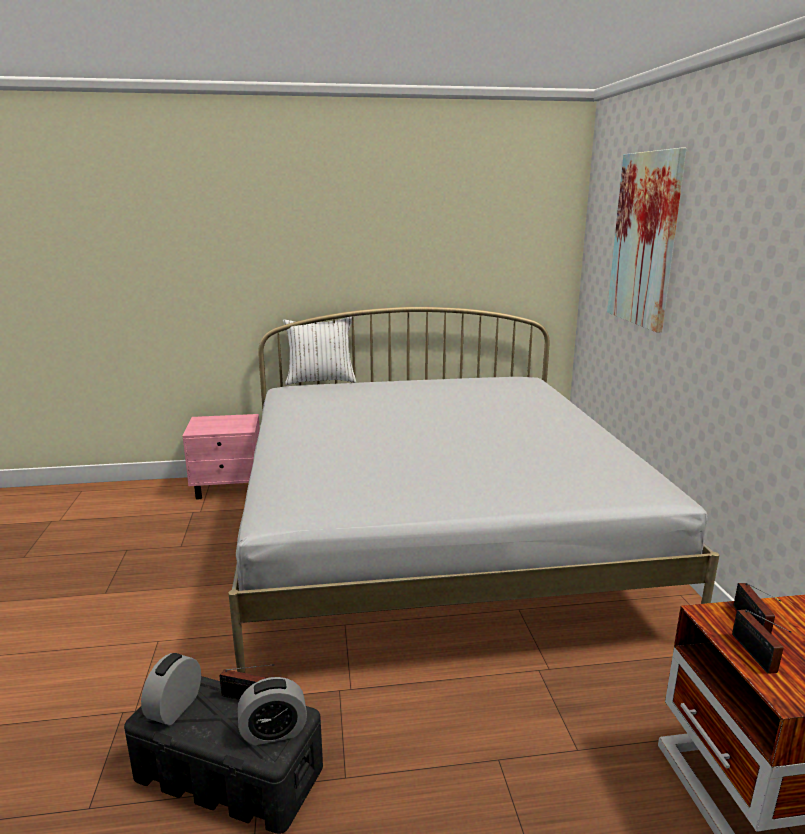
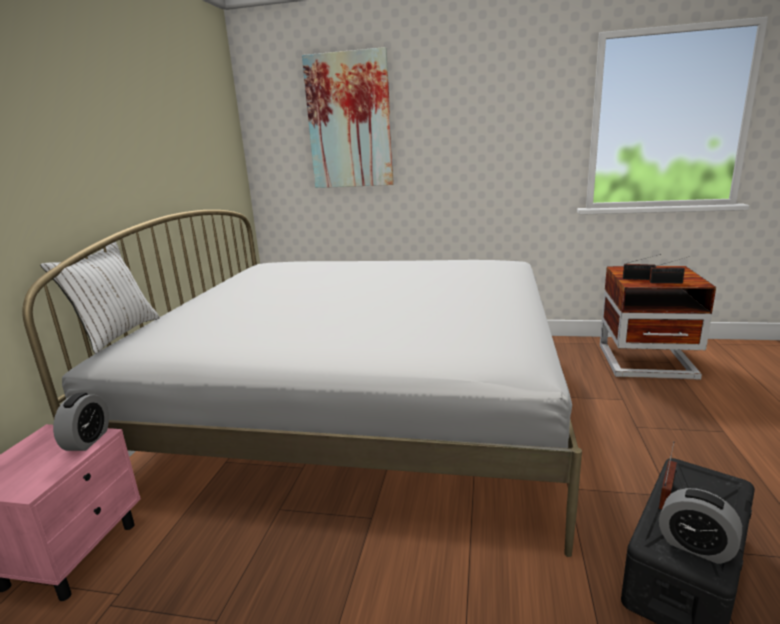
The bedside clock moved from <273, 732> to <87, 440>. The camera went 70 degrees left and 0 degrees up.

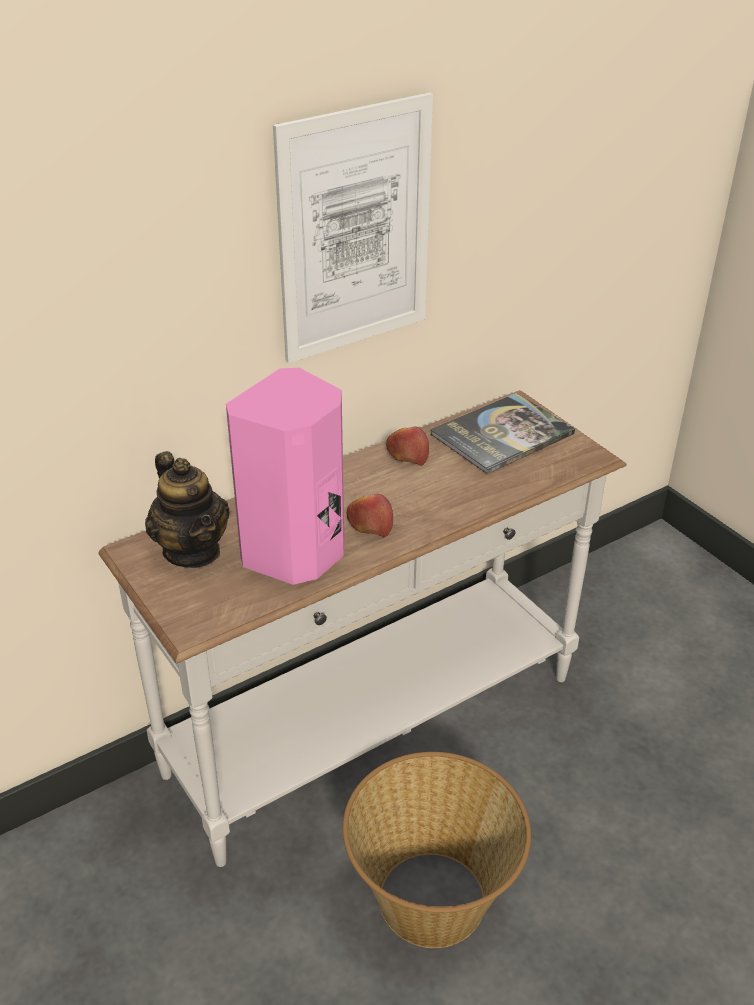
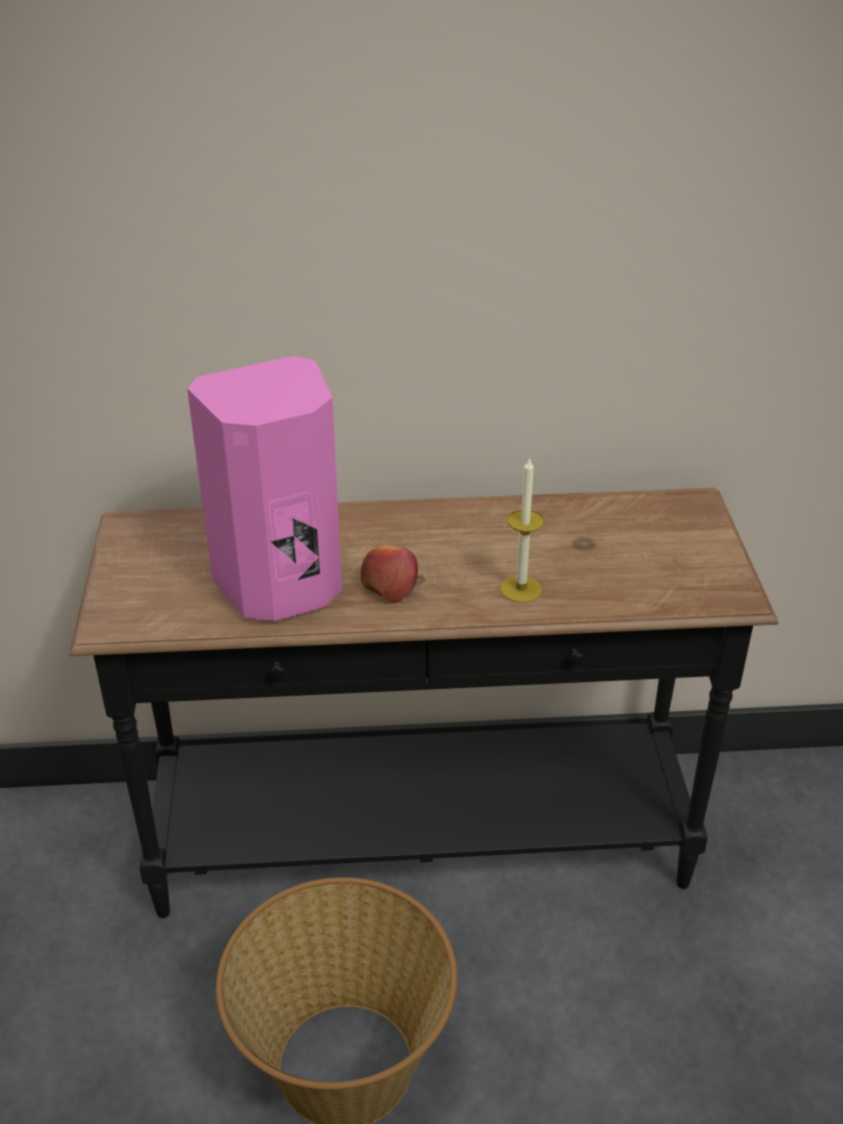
The white narrow table at <375, 728> became the blackish narrow table at <421, 845>. The teapot at <192, 550> disappeared. The picture at <355, 231> disappeared. The apple at <407, 455> disappeared. The book at <502, 434> disappeared. The wax candle at <521, 589> appeared. The camera went 30 degrees right and 0 degrees up.

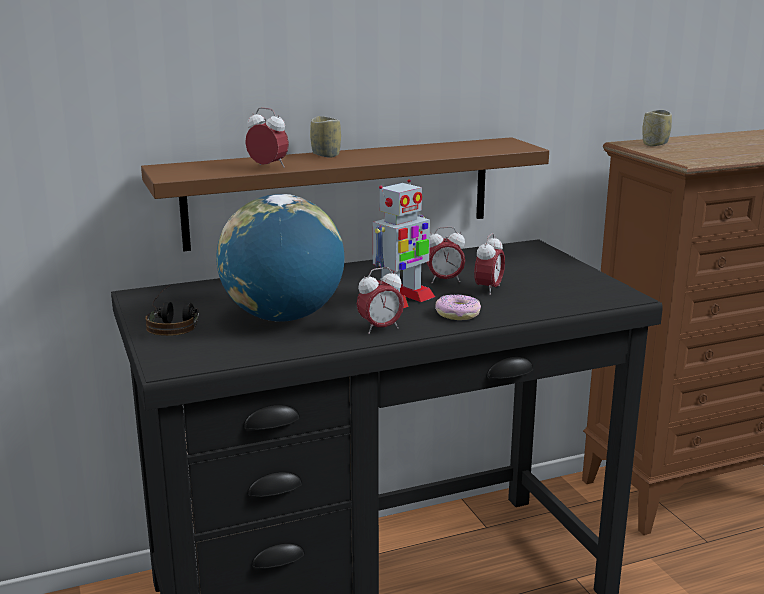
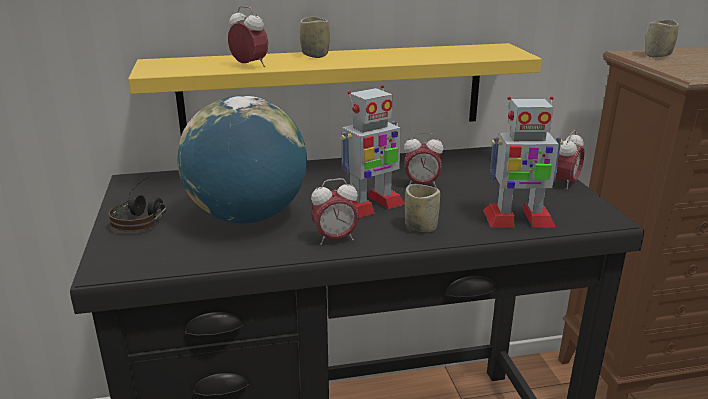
The brown-coloured wall shelf at <341, 192> became the yellowish wall shelf at <334, 91>. The ring doughnut at <458, 314> was replaced by the drinking cup at <420, 227>. The bedside clock moved from <488, 289> to <565, 183>. The model robot at <517, 218> appeared. The camera went 10 degrees right and 5 degrees up.

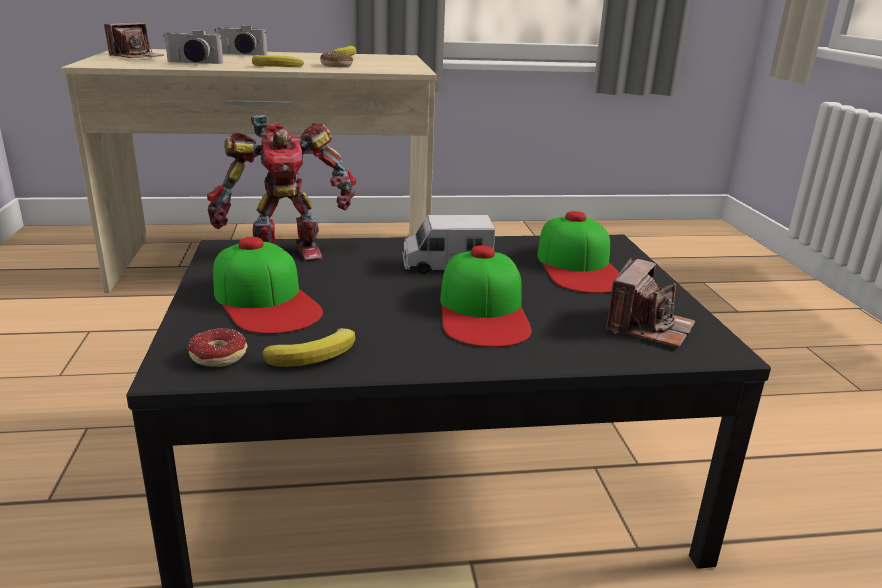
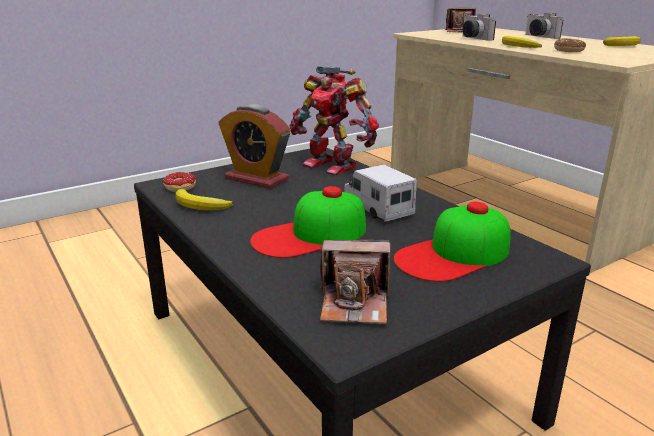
The baseball cap at <266, 301> was replaced by the bedside clock at <256, 179>. The camera went 65 degrees right and 0 degrees up.

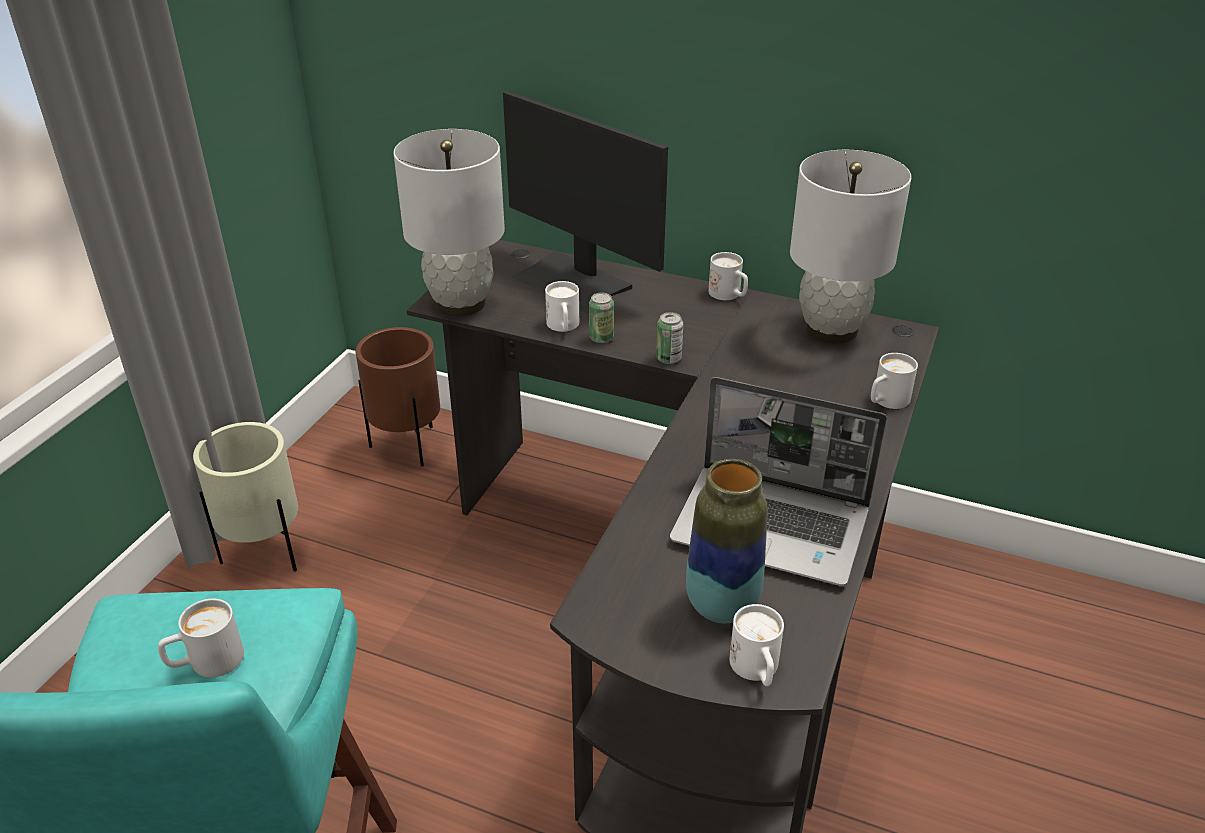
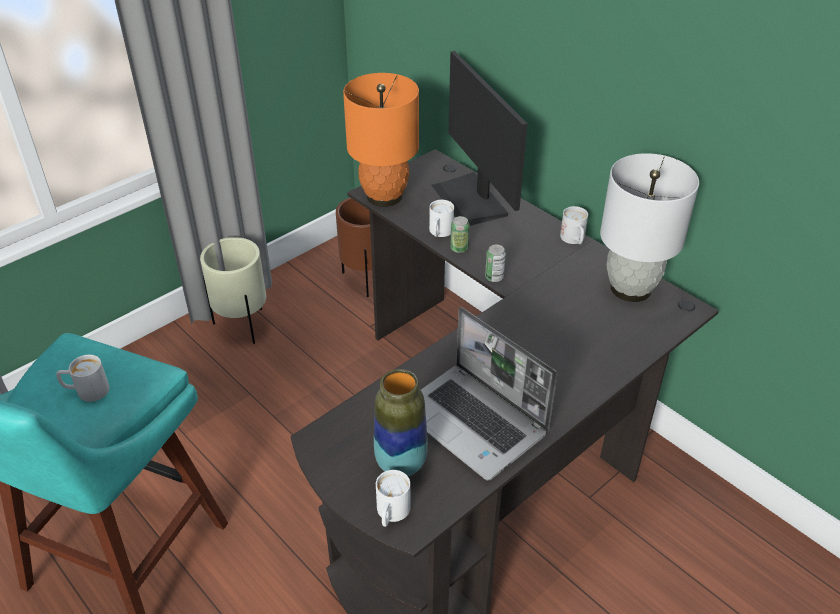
The white lamp for a table at <460, 303> became the orange lamp for a table at <384, 196>. The white mug at <886, 401> disappeared. The camera went 25 degrees right and 5 degrees up.

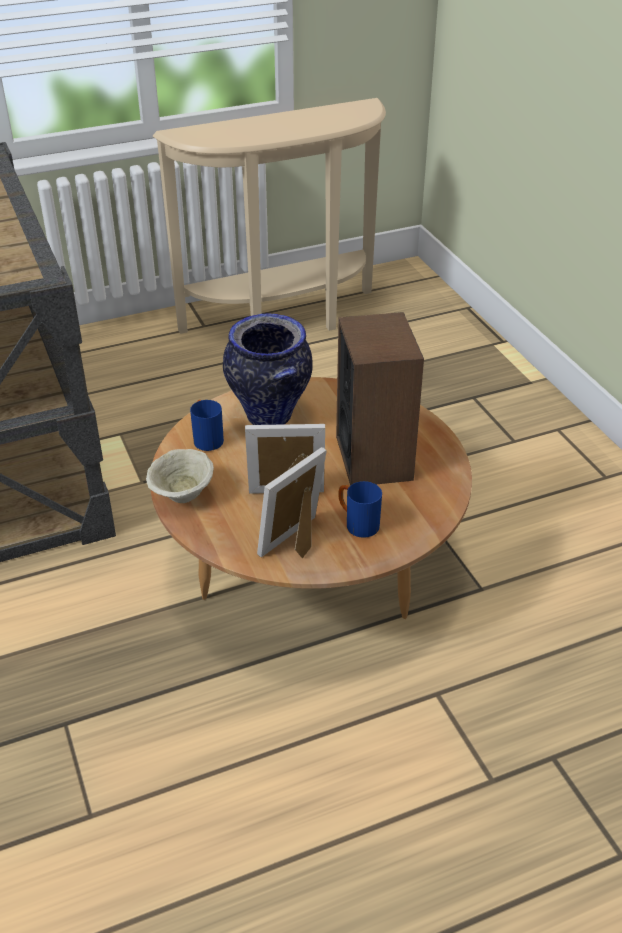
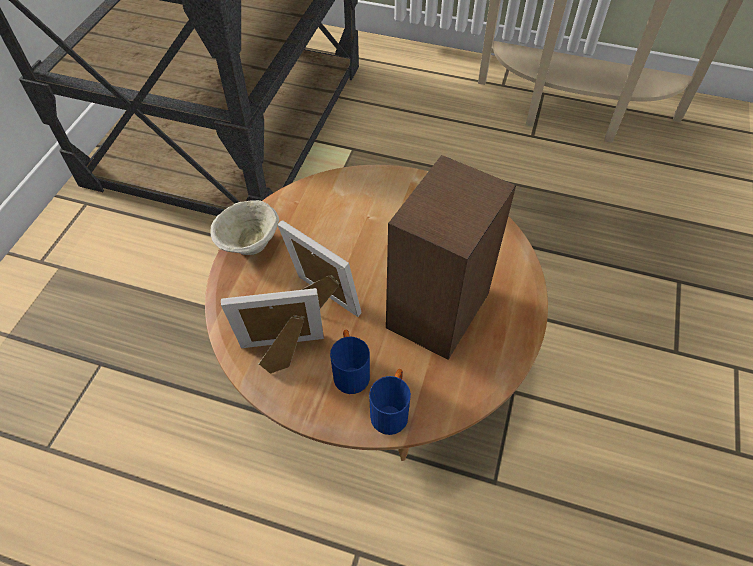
The blue-coloured mug moved from <206, 438> to <391, 410>. The flower vase at <270, 417> disappeared. The camera went 40 degrees right and 15 degrees up.

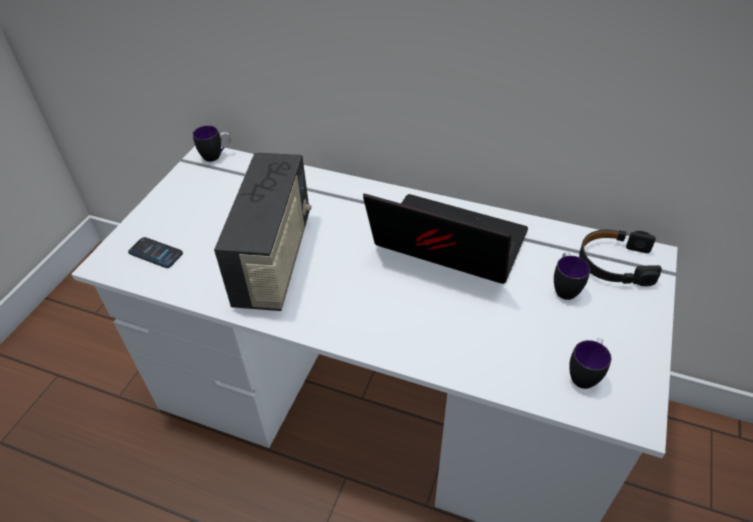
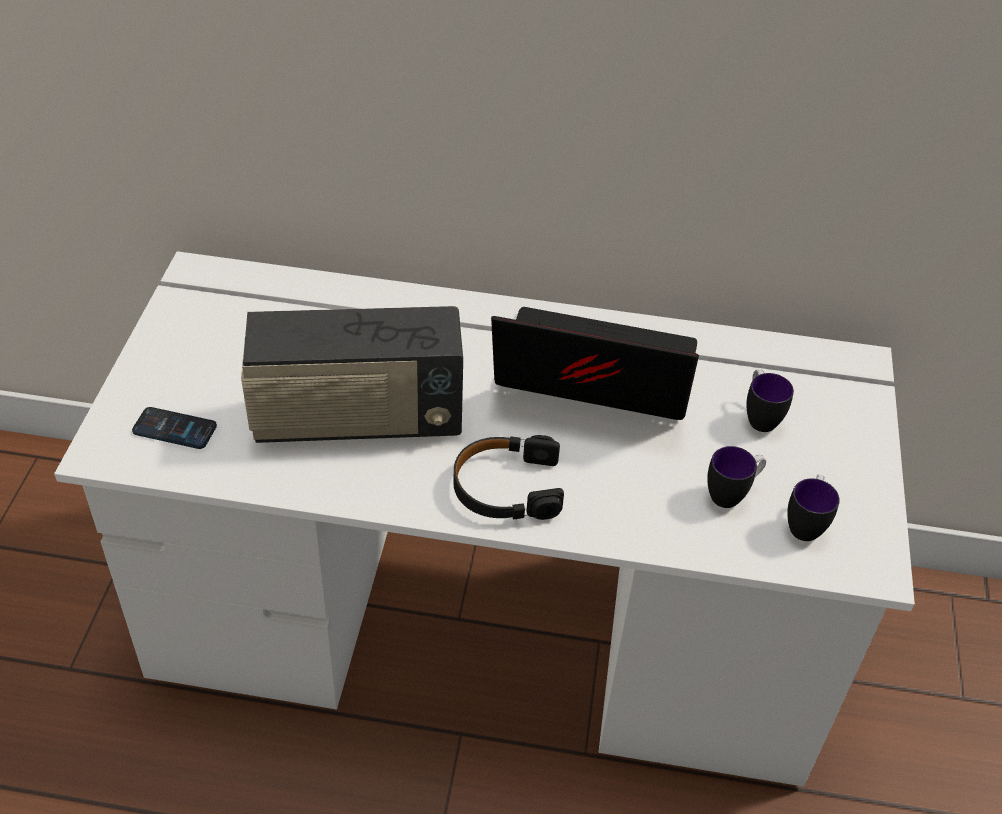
The mug moved from <216, 156> to <732, 494>. The radio set at <275, 260> turned 90 degrees clockwise. The blackish headphones moved from <615, 263> to <506, 487>. The camera went 15 degrees left and 0 degrees up.

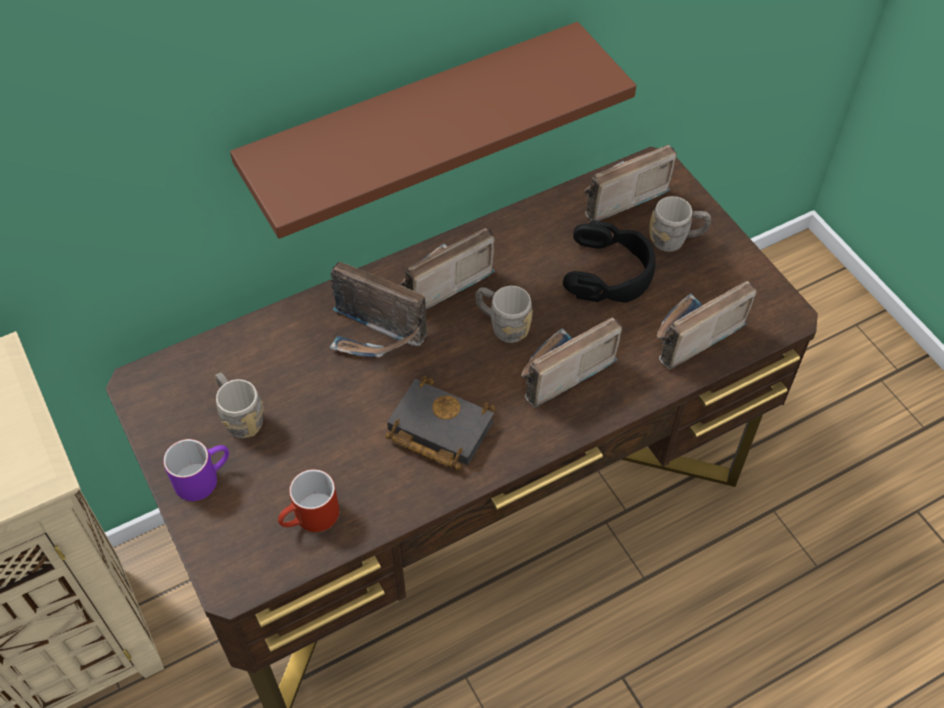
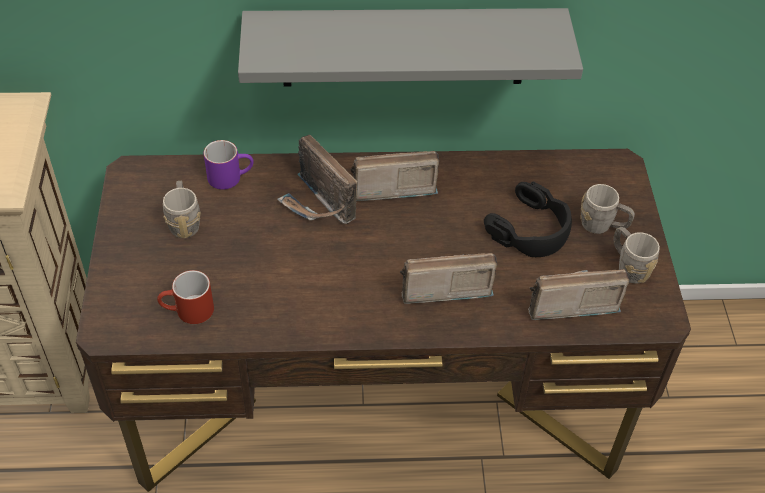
The purple-coloured mug moved from <203, 477> to <231, 176>. The brown-coloured wall shelf at <414, 125> became the greyish wall shelf at <404, 47>. The blackish book at <436, 429> disappeared. The greyish mug moved from <502, 326> to <628, 267>. The radio set at <617, 196> disappeared. The camera went 25 degrees right and 5 degrees down.

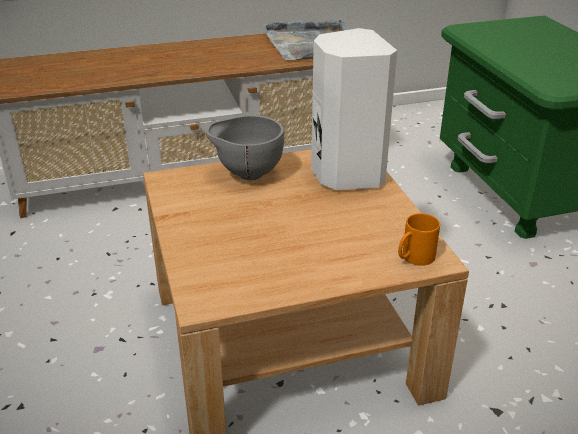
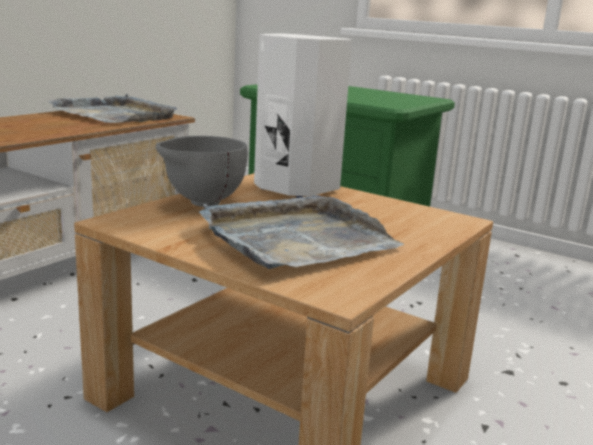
The orange mug at <414, 258> disappeared. The greyish tray at <297, 238> appeared. The camera went 40 degrees left and 15 degrees down.

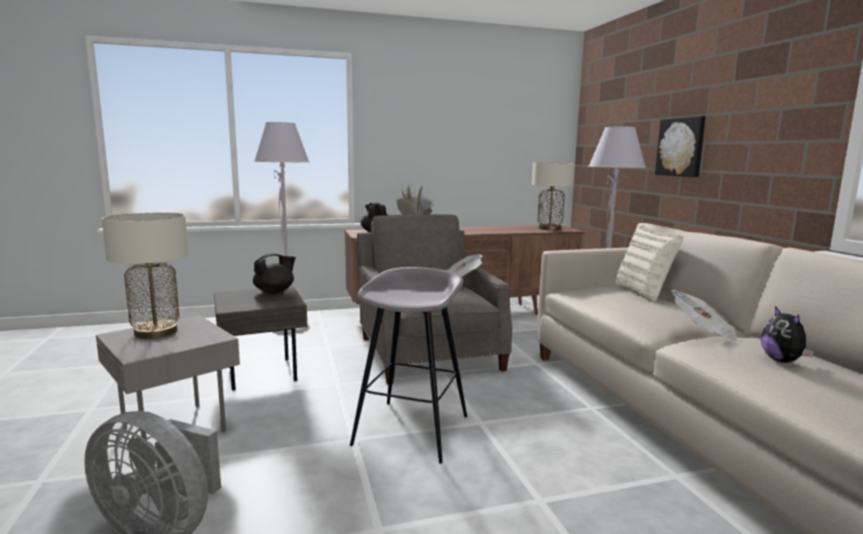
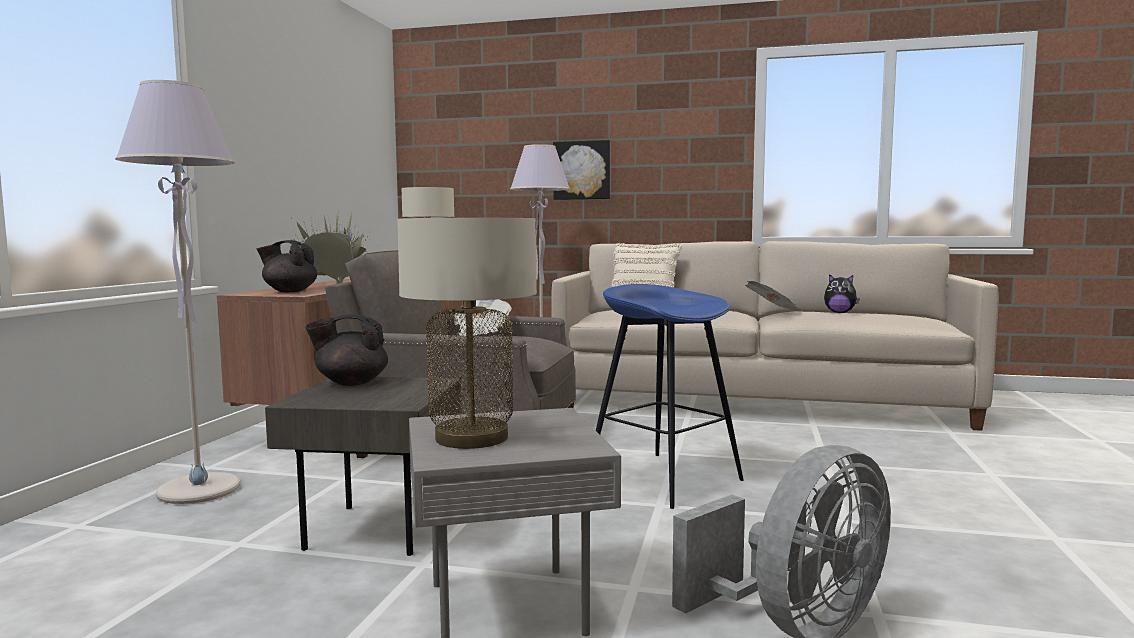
The blackish teapot at <275, 291> turned 90 degrees counterclockwise. The greyish stool seat at <412, 430> became the blue-coloured stool seat at <664, 478>. The camera went 60 degrees left and 5 degrees down.

